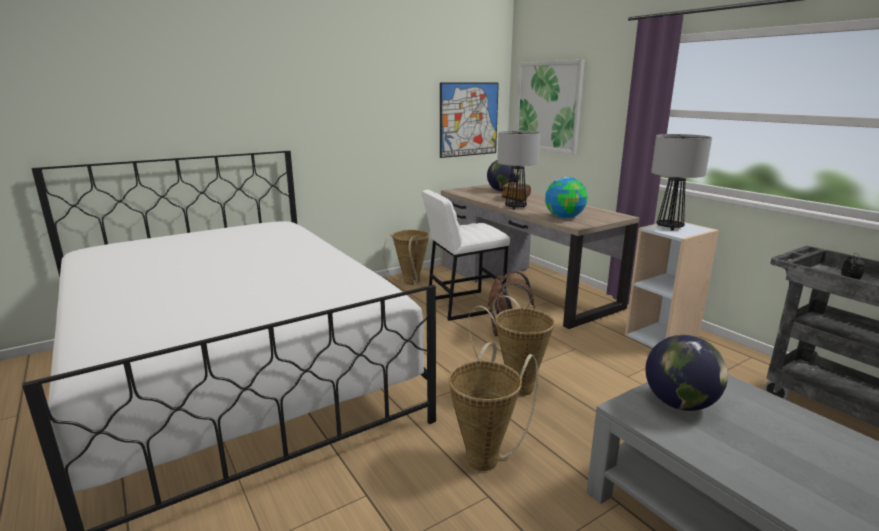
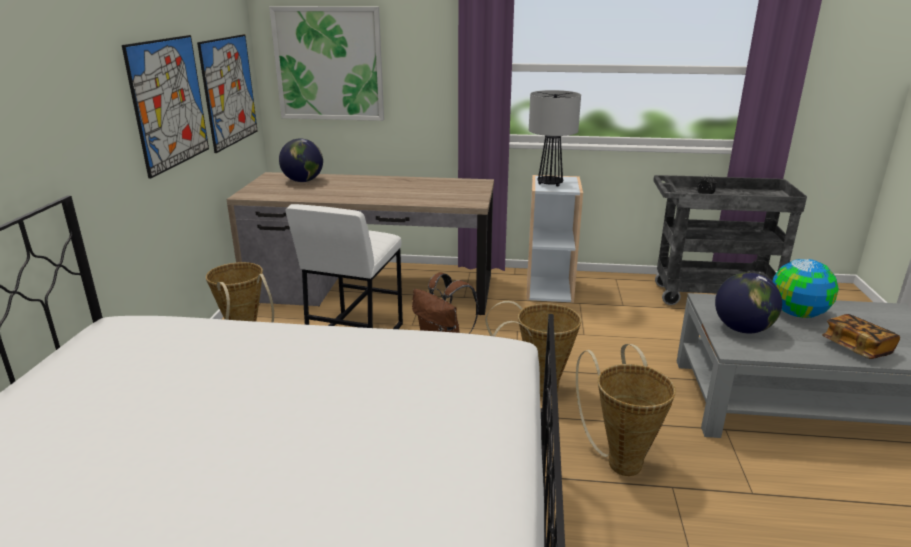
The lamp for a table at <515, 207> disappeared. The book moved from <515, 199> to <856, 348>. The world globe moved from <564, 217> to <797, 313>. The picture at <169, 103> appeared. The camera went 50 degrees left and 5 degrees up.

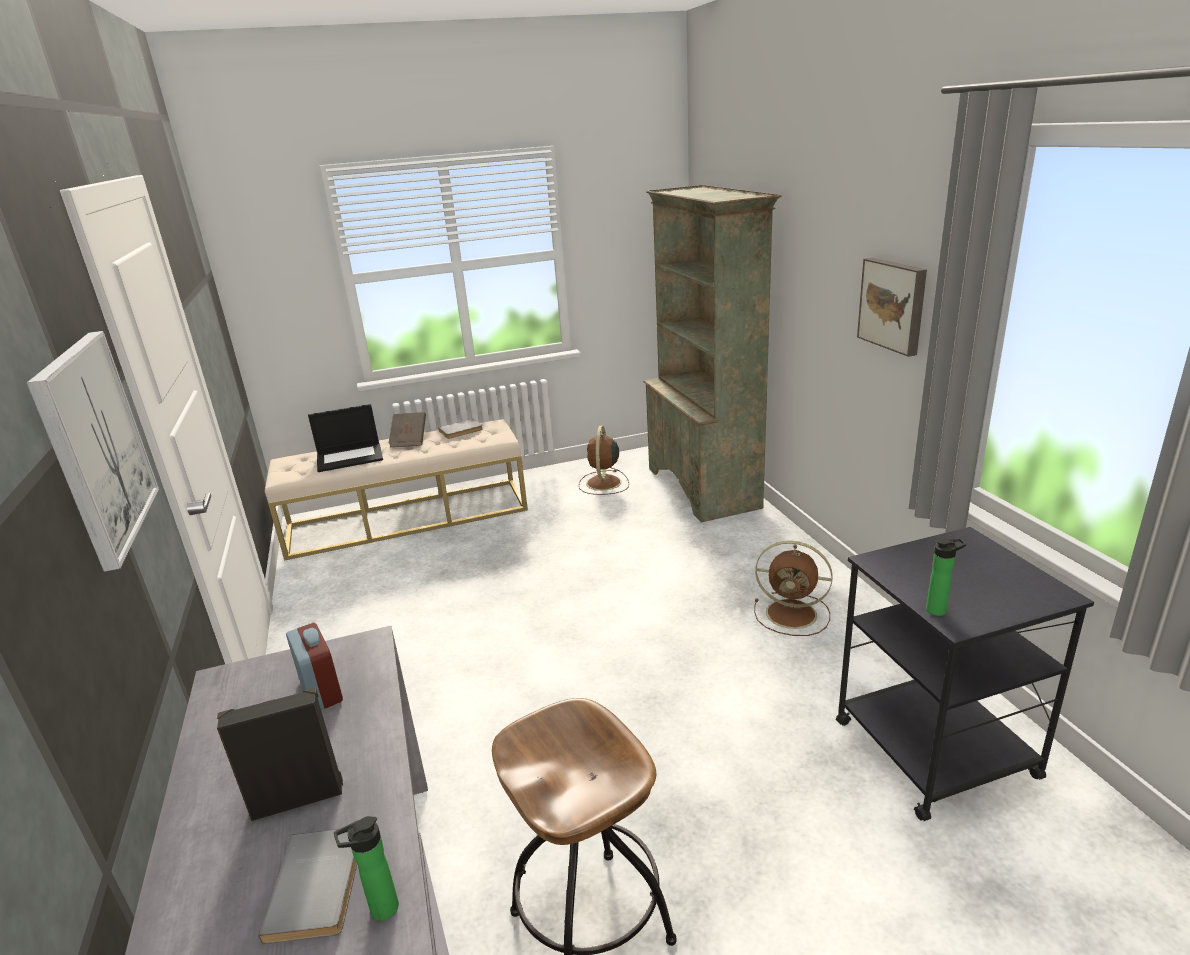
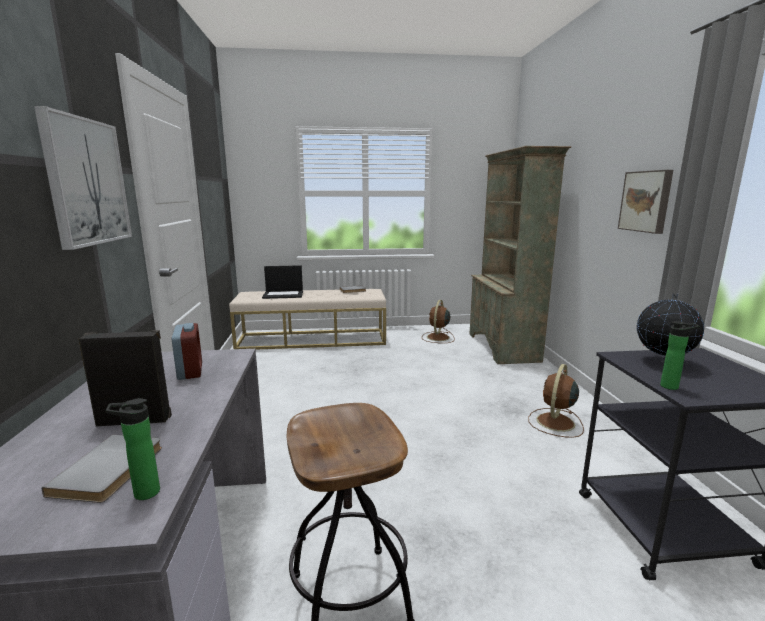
The brown-coloured book at <409, 439> disappeared. The brown-coloured electric fan at <793, 614> turned 90 degrees clockwise. The world globe at <663, 361> appeared. The camera went 10 degrees right and 10 degrees down.

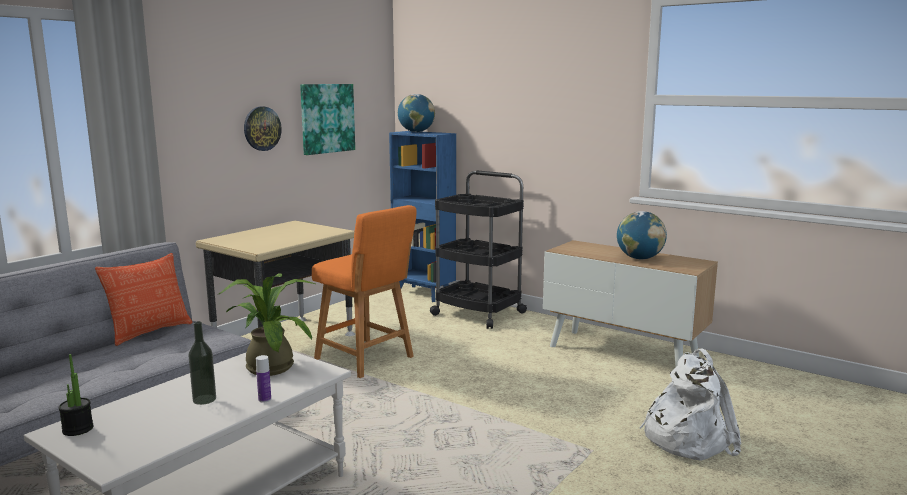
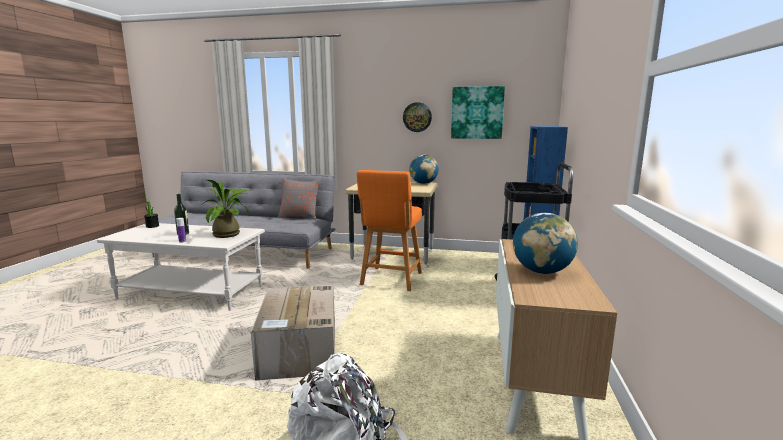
The orange cushion at <150, 332> became the greyish cushion at <299, 217>. The world globe moved from <416, 132> to <423, 183>. The carton at <299, 350> appeared. The camera went 65 degrees right and 0 degrees up.

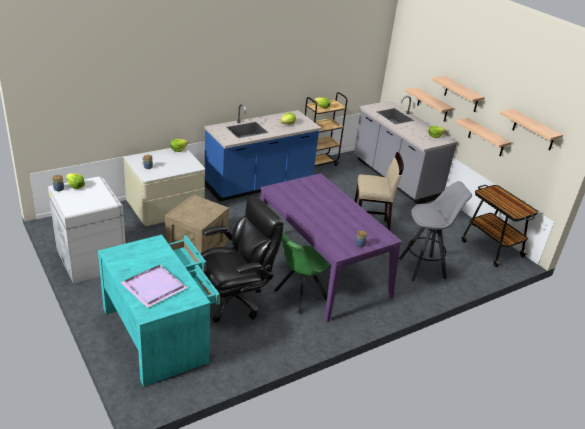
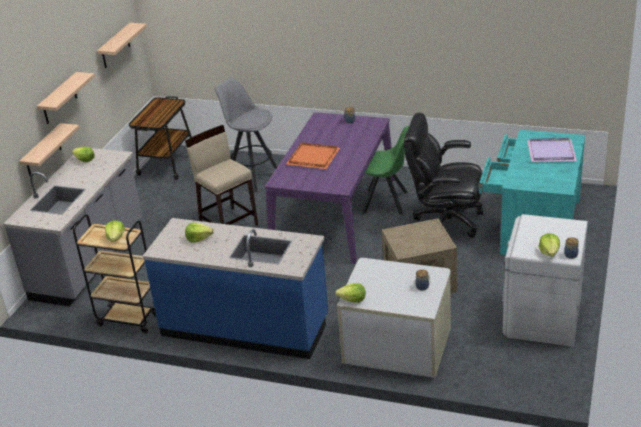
The wall shelf at <486, 138> disappeared. The orange tray at <314, 157> appeared. The camera went 125 degrees left and 0 degrees up.

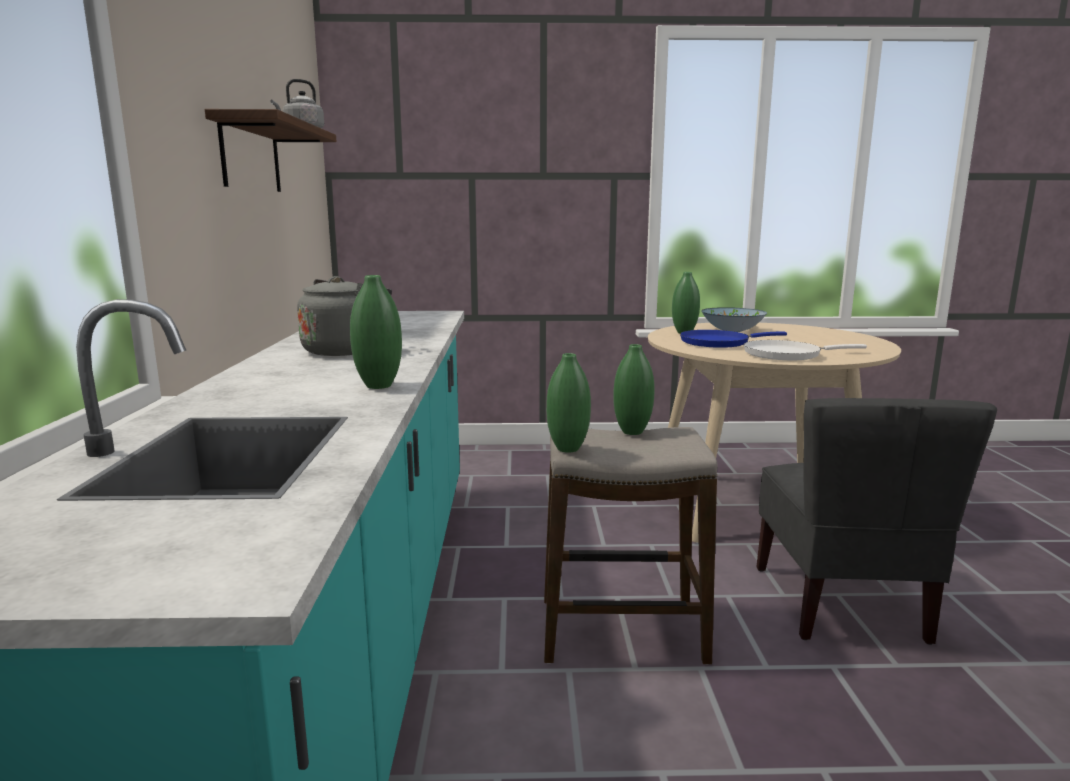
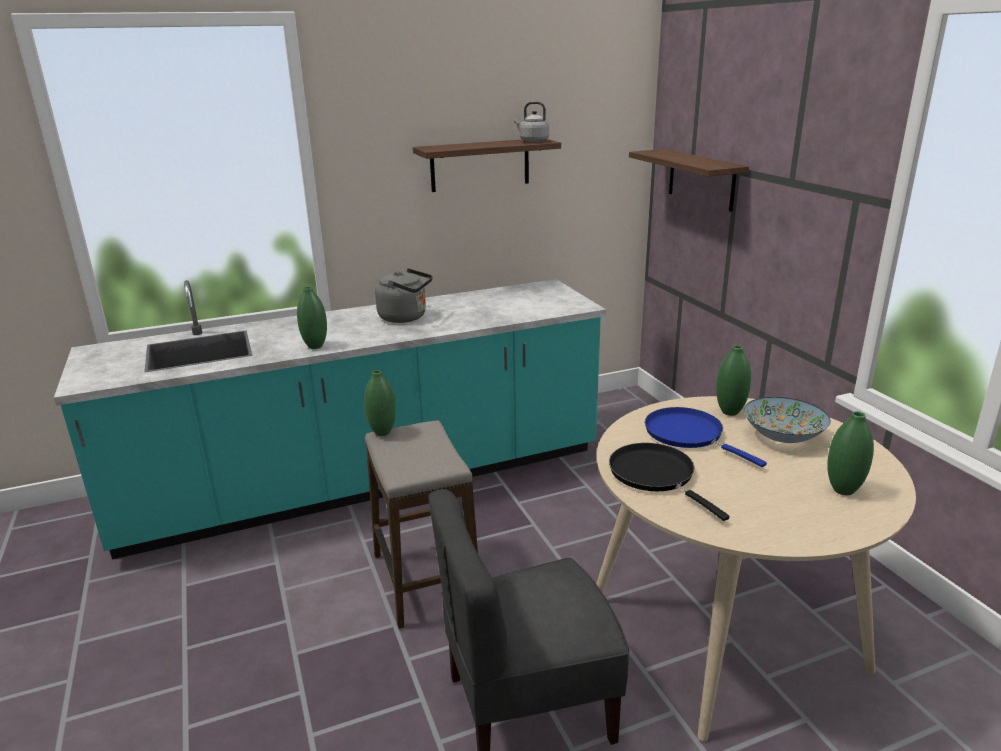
The green flower vase moved from <632, 432> to <843, 490>. The white skillet at <787, 355> became the blackish skillet at <655, 475>. The wall shelf at <701, 179> appeared. The camera went 70 degrees right and 10 degrees up.

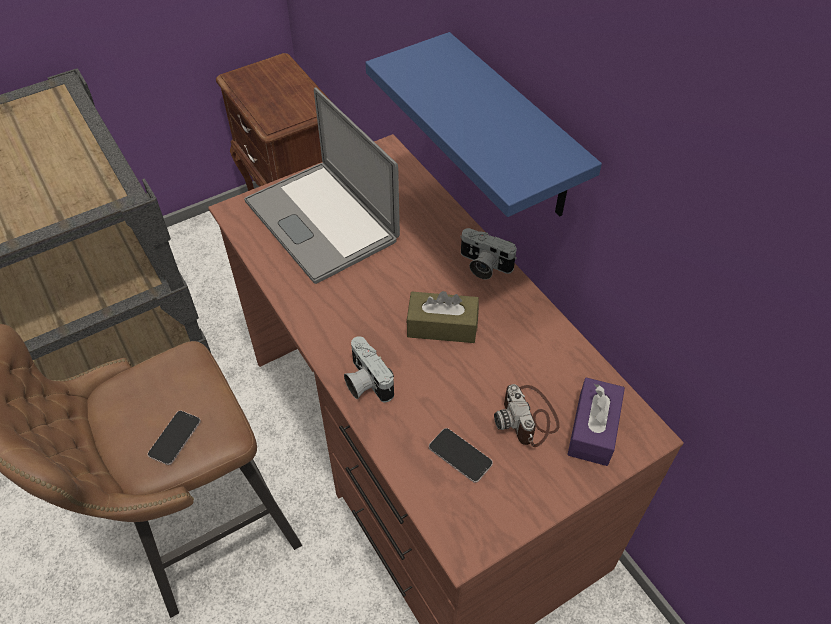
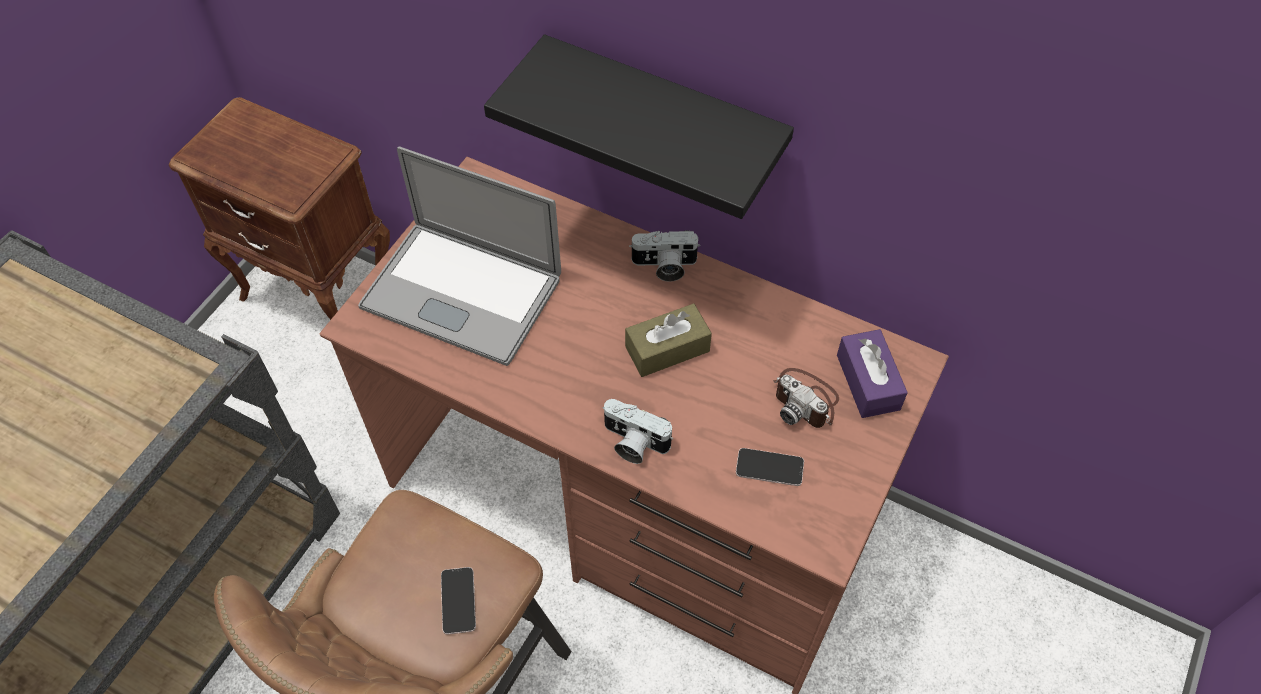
The blue-coloured wall shelf at <514, 130> became the blackish wall shelf at <663, 117>. The camera went 30 degrees left and 5 degrees up.

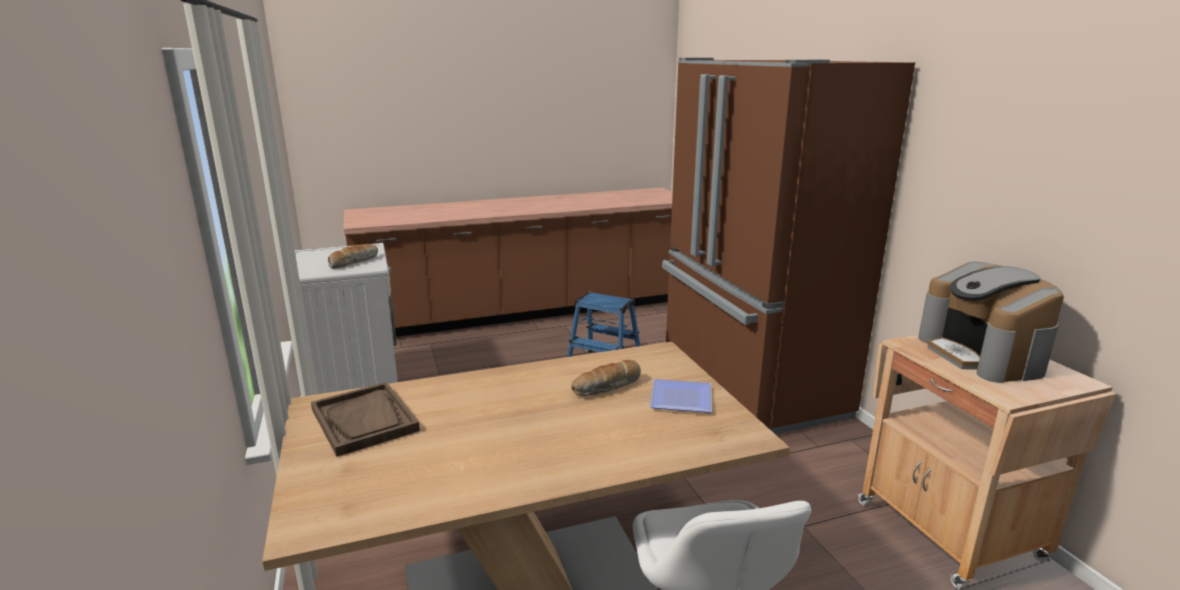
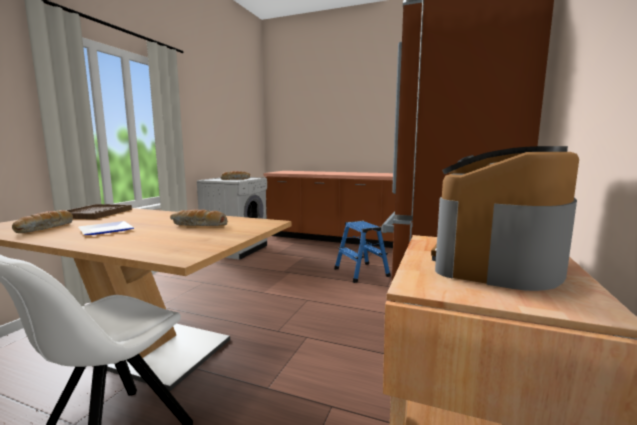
The dinner plate moved from <683, 400> to <104, 231>. The bread at <46, 228> appeared. The camera went 40 degrees right and 10 degrees down.

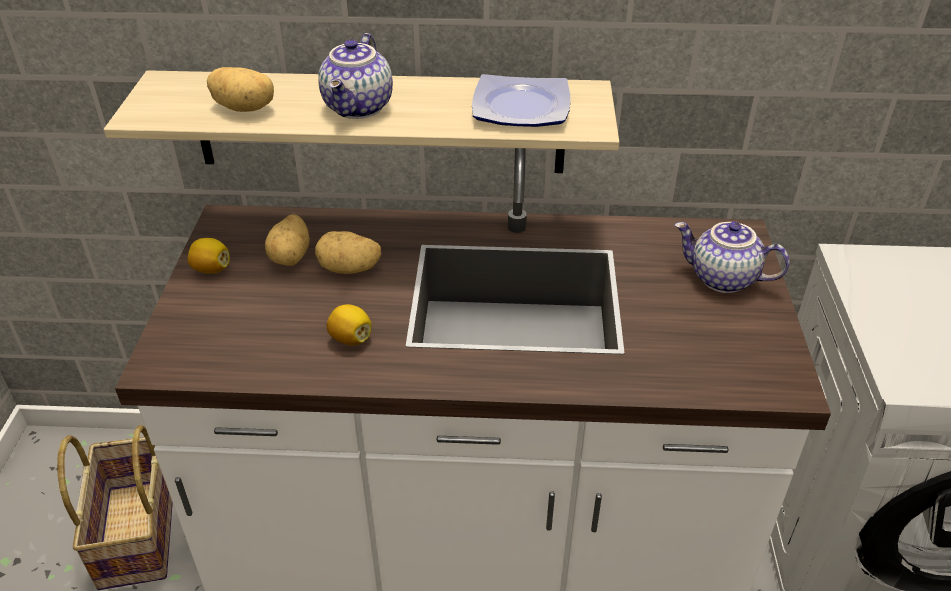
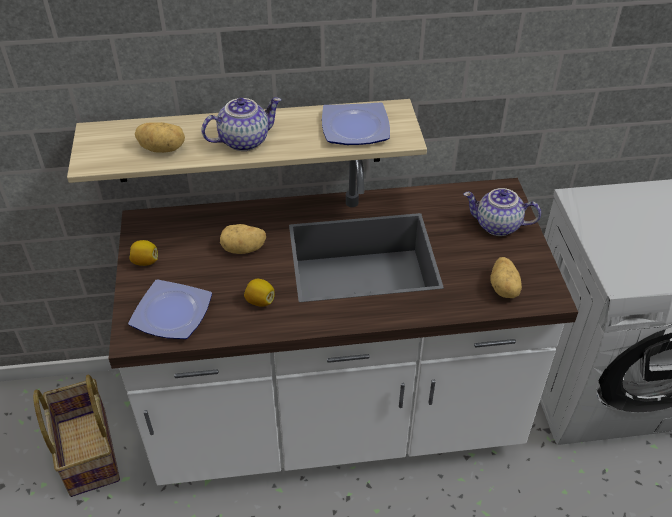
The whole potato moved from <292, 256> to <504, 288>. The teapot at <359, 108> turned 120 degrees counterclockwise. The dinner plate at <171, 312> appeared. The camera went 10 degrees left and 5 degrees up.

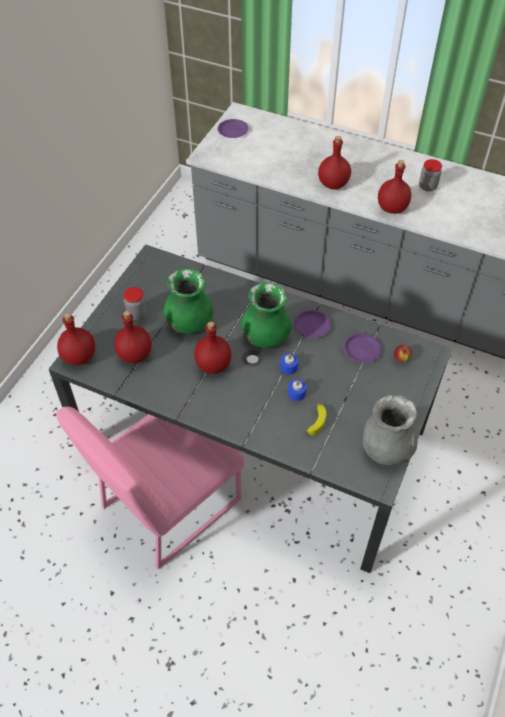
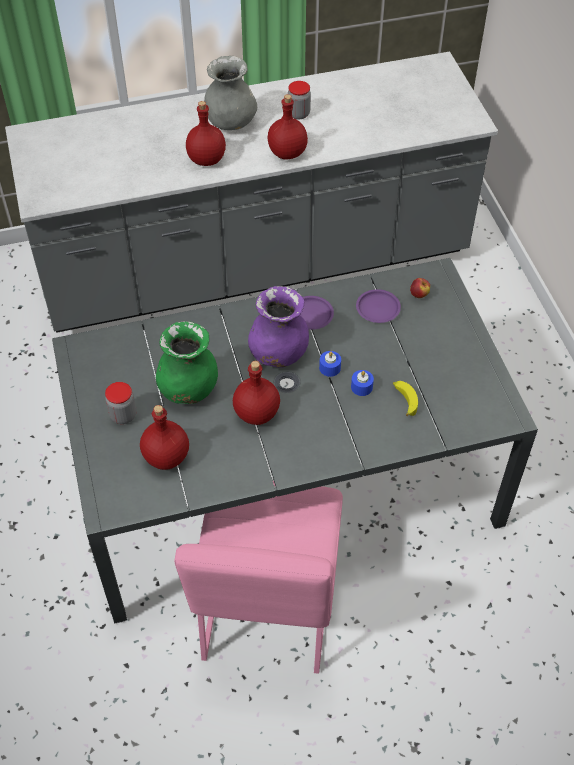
The red beverage bottle at <80, 357> disappeared. The purple-coloured dinner plate at <233, 131> disappeared. The green flower vase at <265, 337> became the purple-coloured flower vase at <279, 353>. The greyish flower vase moved from <385, 448> to <230, 122>. The camera went 40 degrees left and 0 degrees up.

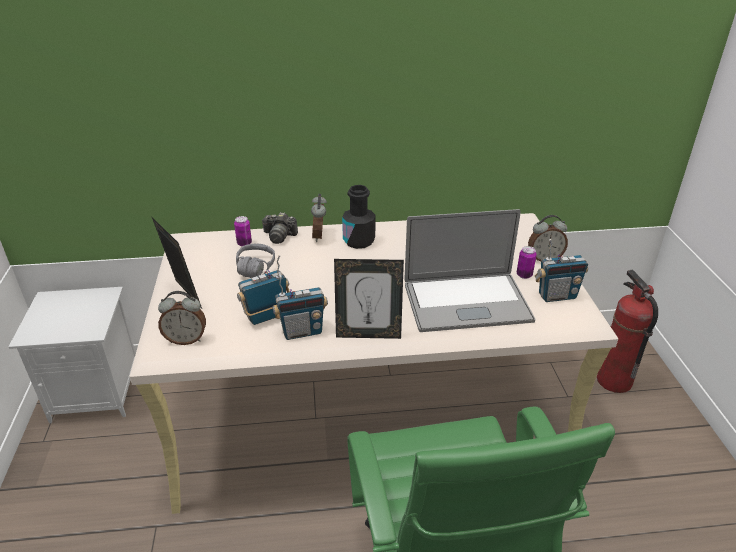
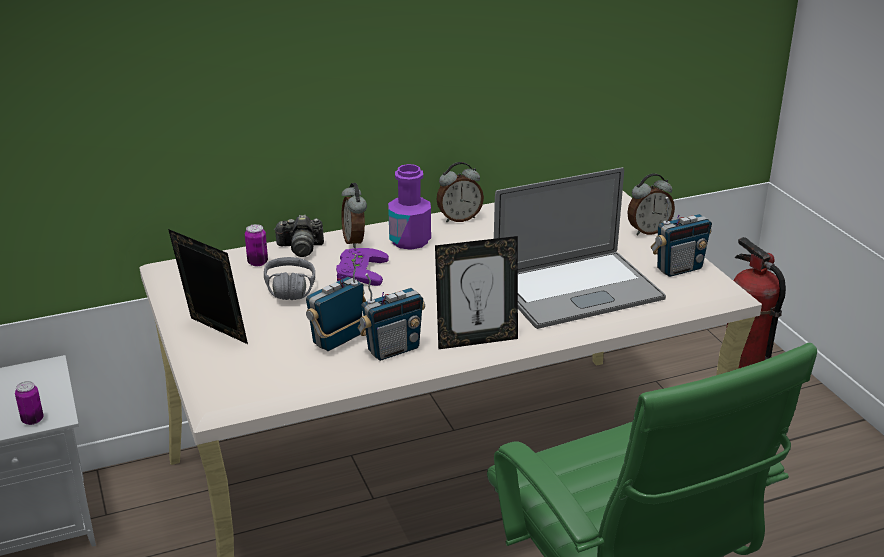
The bedside clock moved from <186, 339> to <459, 218>. The blackish beverage bottle at <359, 241> became the purple-coloured beverage bottle at <410, 240>. The sealed can moved from <524, 275> to <32, 420>. The purple-coloured gamepad at <358, 271> appeared. The camera went 15 degrees left and 5 degrees down.

